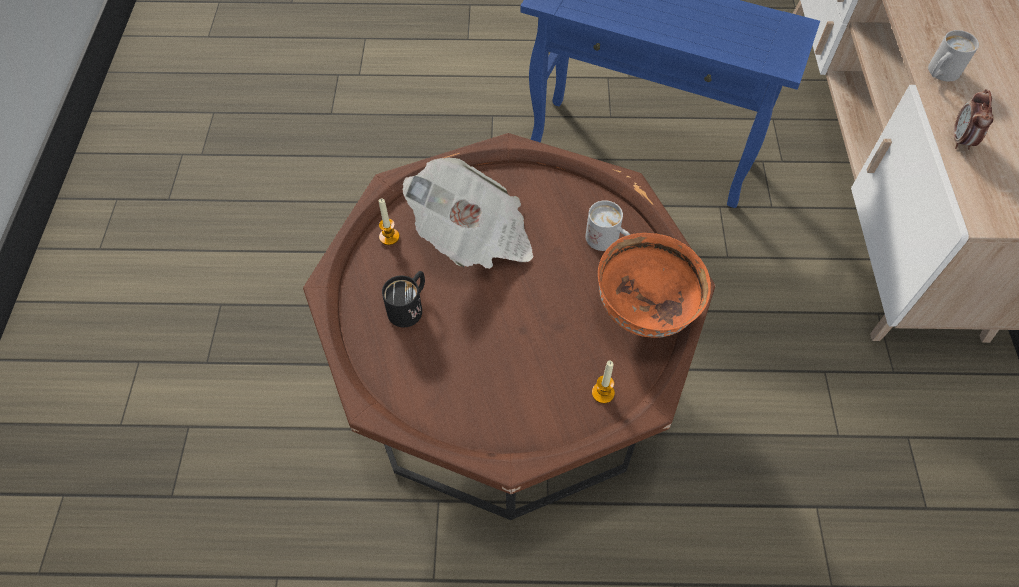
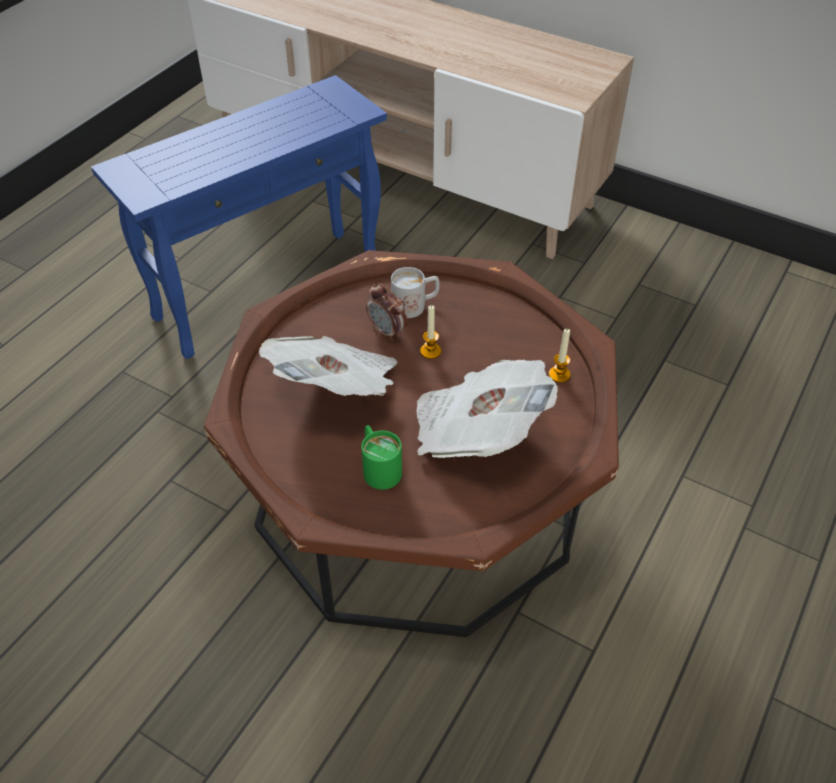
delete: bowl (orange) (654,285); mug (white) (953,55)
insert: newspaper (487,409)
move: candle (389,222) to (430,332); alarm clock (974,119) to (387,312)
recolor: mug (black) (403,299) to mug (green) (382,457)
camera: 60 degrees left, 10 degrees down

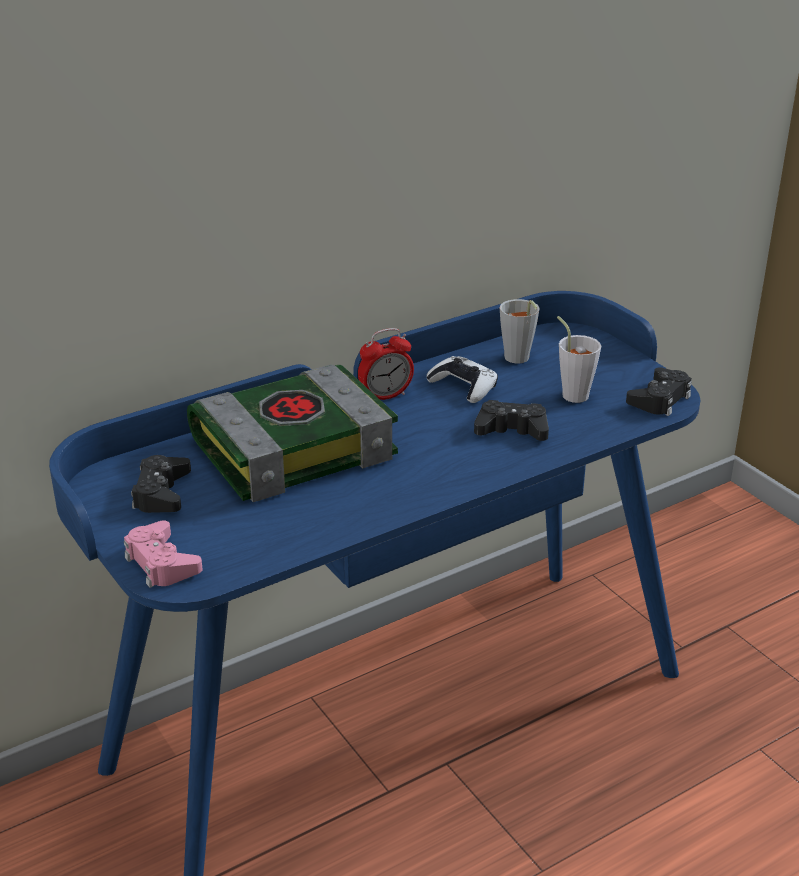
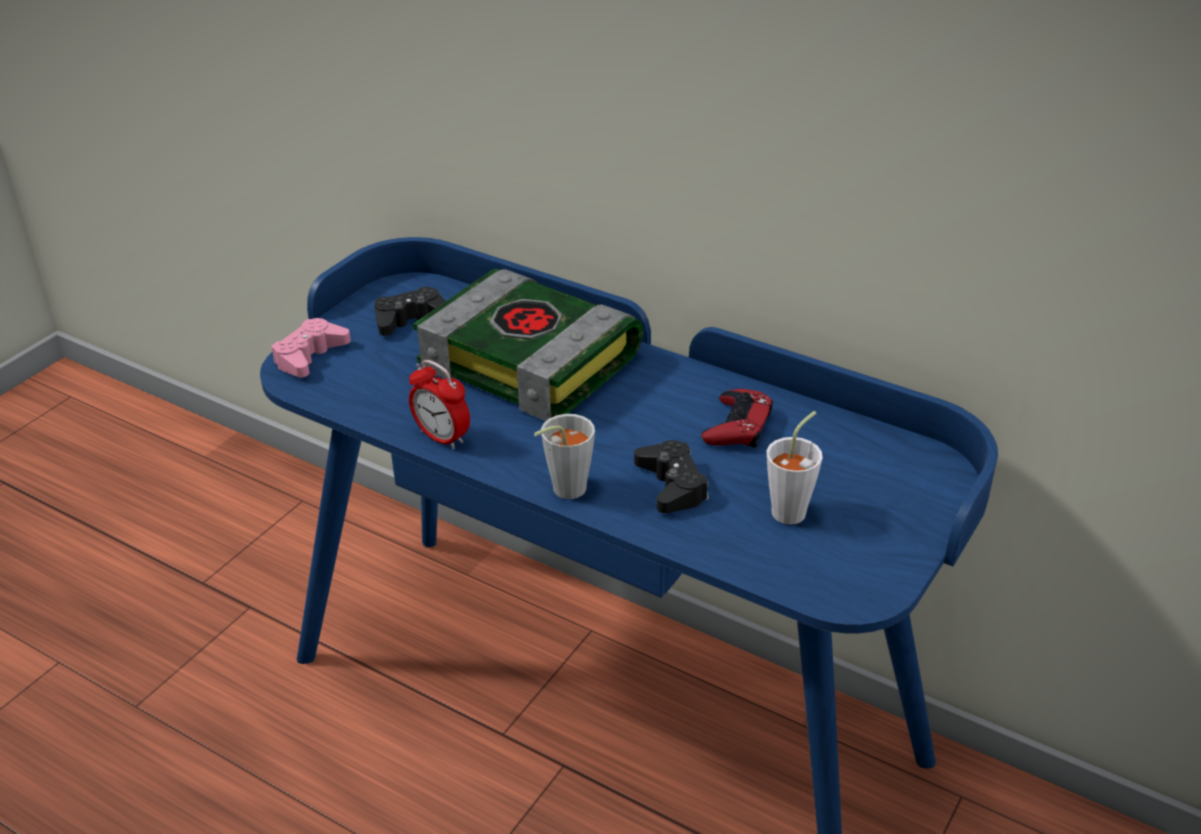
delete: game controller (black) (659,391)
move: alarm clock (386,364) to (439,404); cup (grey) (520,331) to (564,456)
recolor: game controller (white) (462,379) to game controller (red) (737,418)
camera: 65 degrees right, 5 degrees up

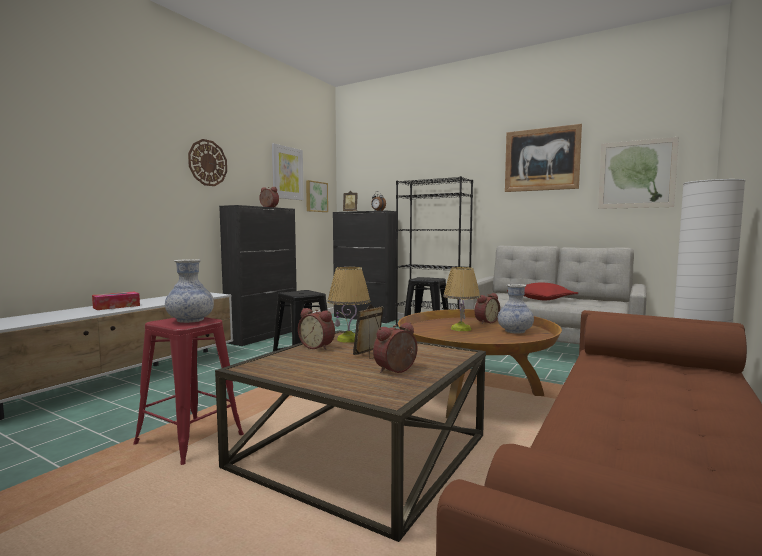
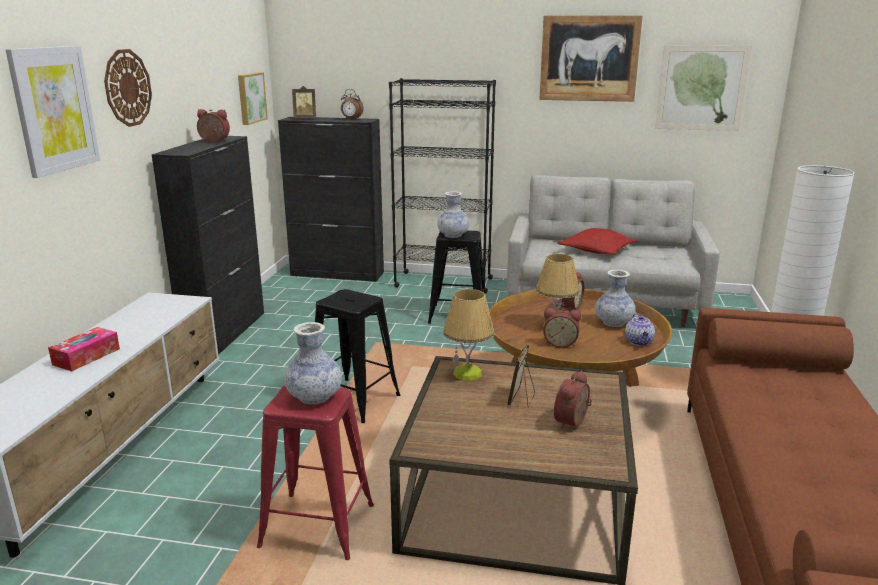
insert: vase (453,214); teapot (640,329)
move: picture (288,171) to (53,112); alarm clock (316,329) to (562,328)
camera: 20 degrees left, 15 degrees up

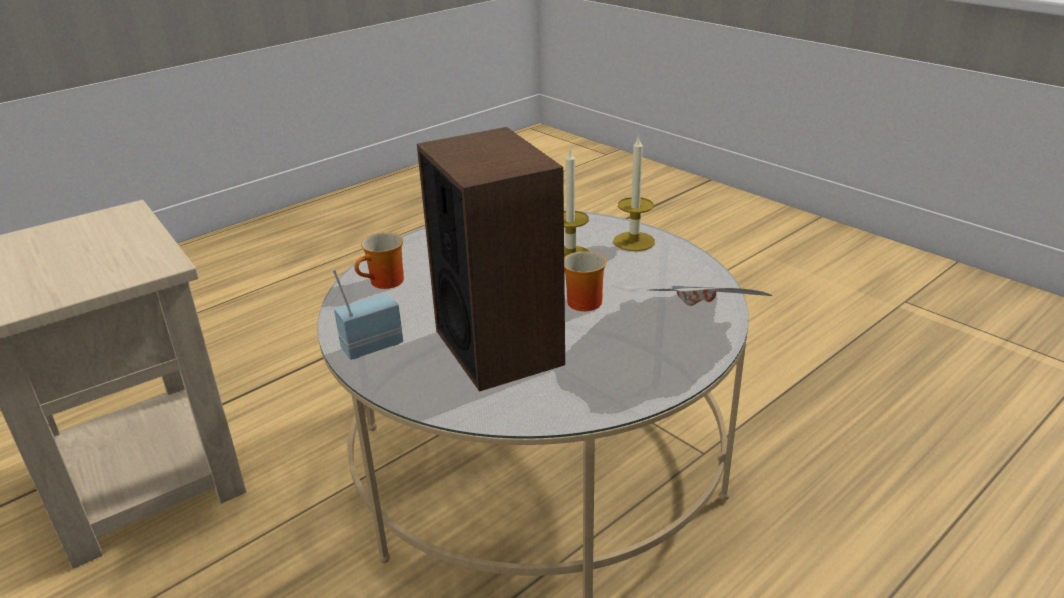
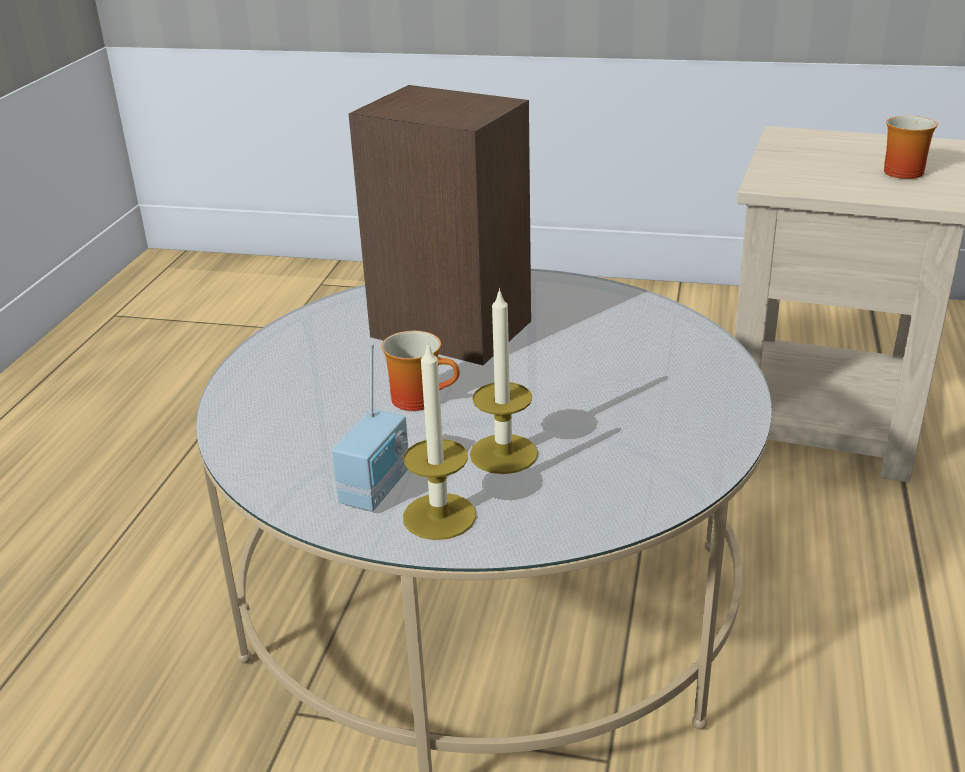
delete: newspaper (693,295)
move: radio (367,314) to (370,427); mug (379,260) to (911,147)
camera: 145 degrees right, 0 degrees up

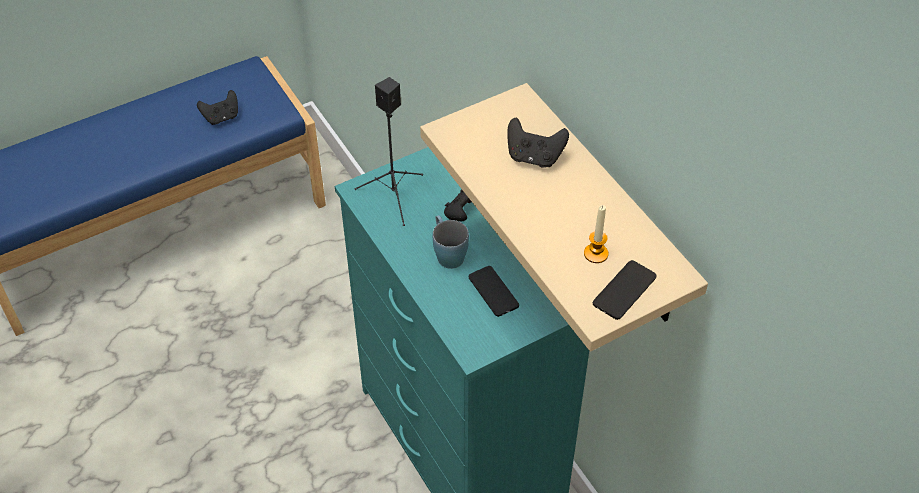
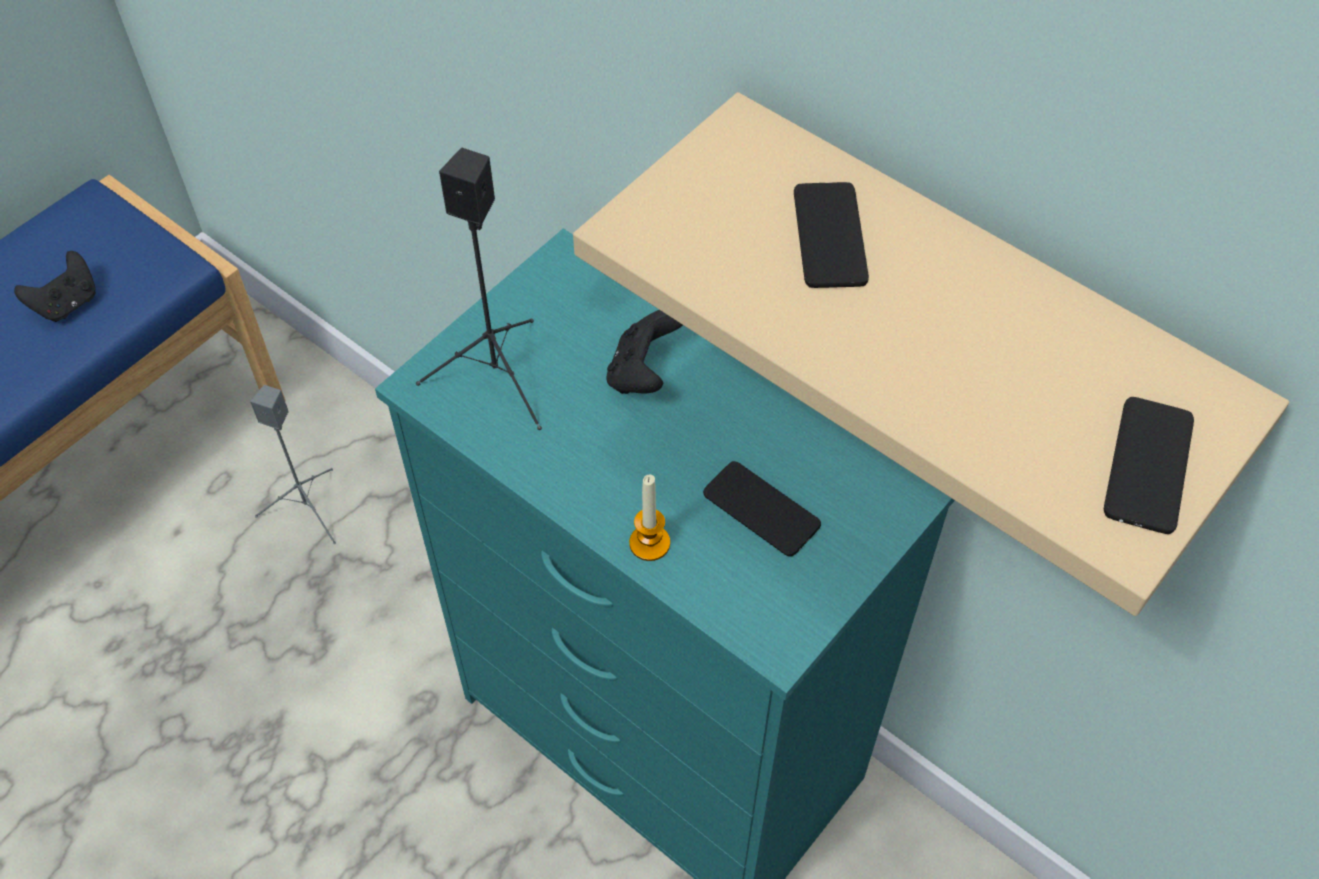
delete: mug (blue) (451,242)
insert: speaker (grey) (293,464)
move: candle (596,234) to (649,517)
replace: game controller (black) (538,142) to phone (831,235)
camera: 20 degrees left, 5 degrees up

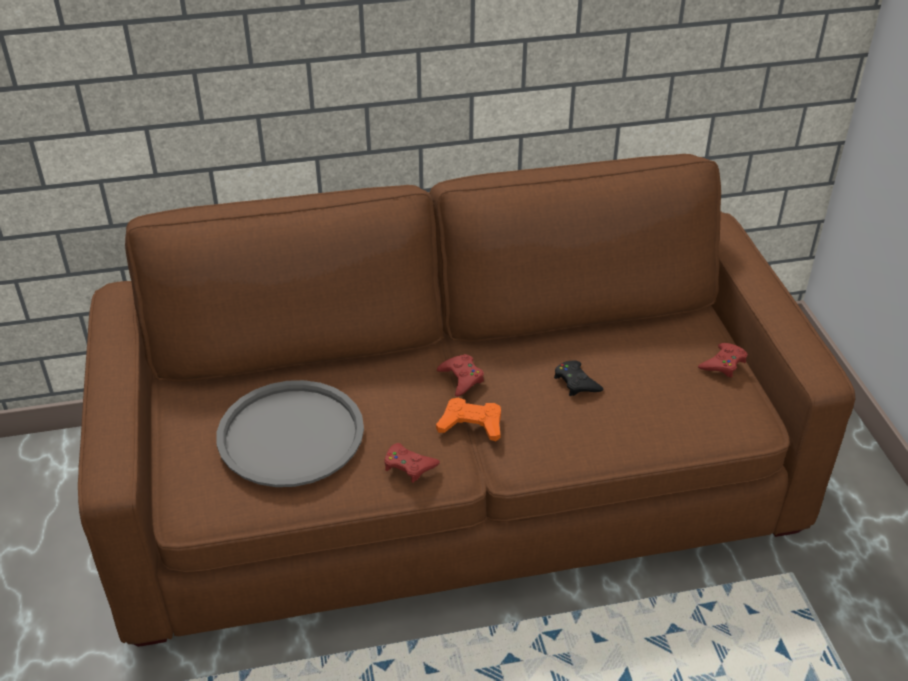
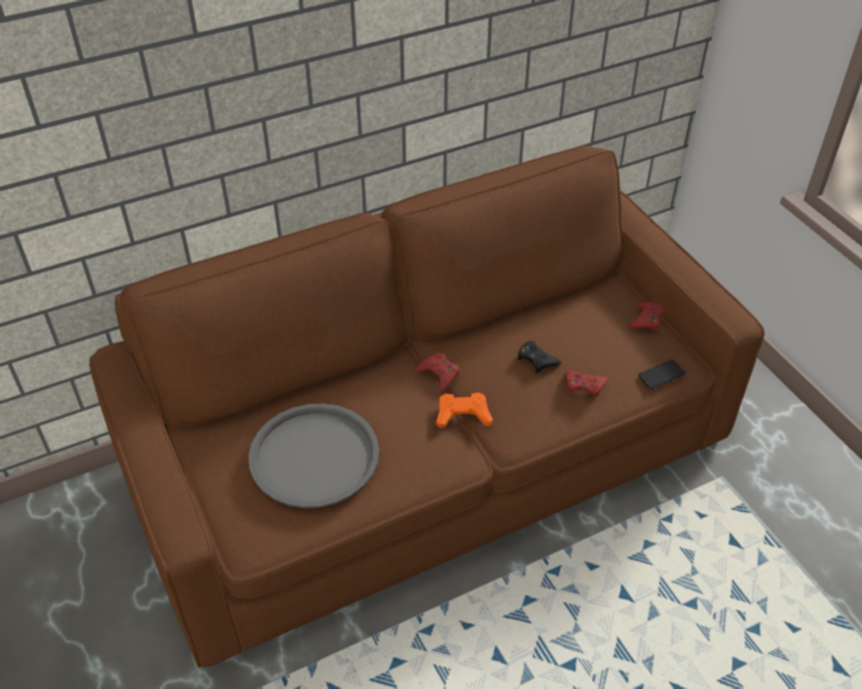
insert: phone (662,374)
move: game controller (red) (412,463) to (586,384)
camera: 15 degrees left, 5 degrees up

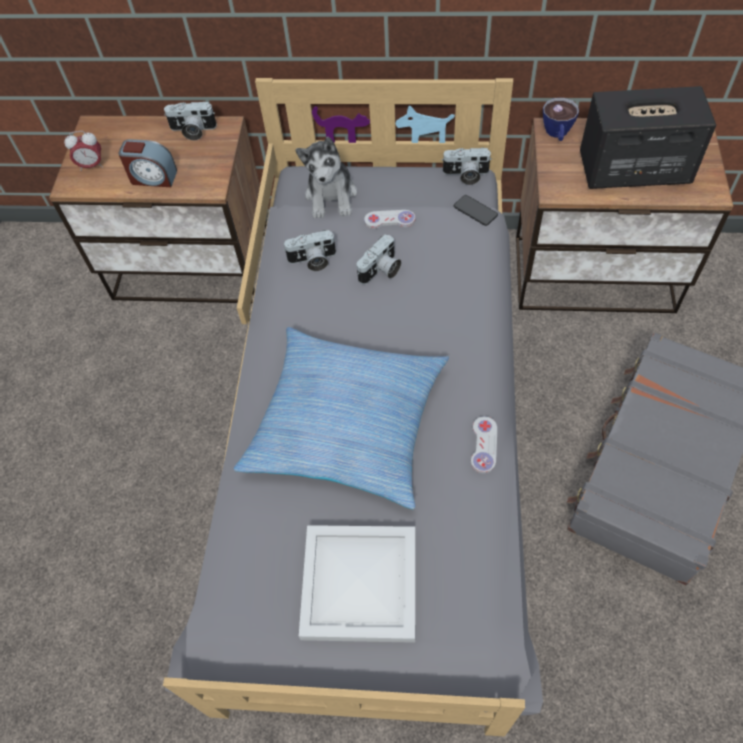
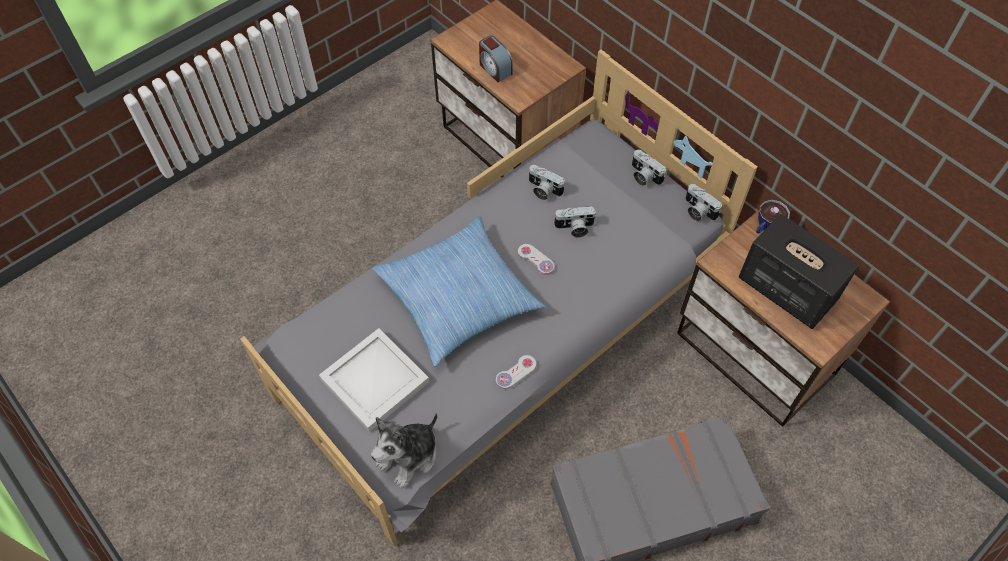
delete: alarm clock (83,151); phone (476,210)
move: photo camera (190,120) to (649,168); plush toy (326,178) to (404,450); game controller (white) (389,219) to (536,259)
camera: 40 degrees right, 0 degrees up

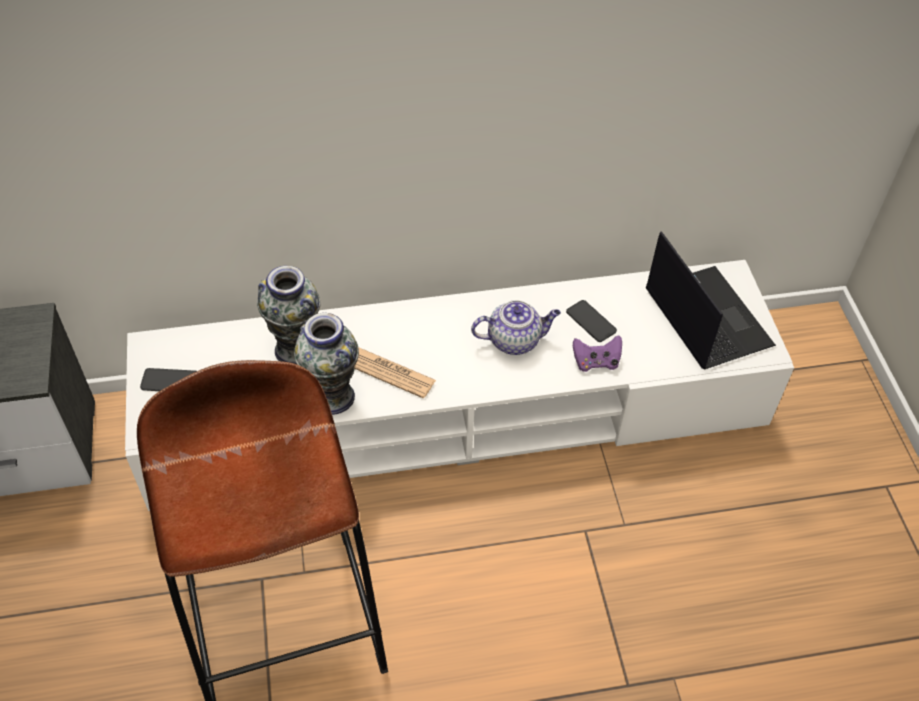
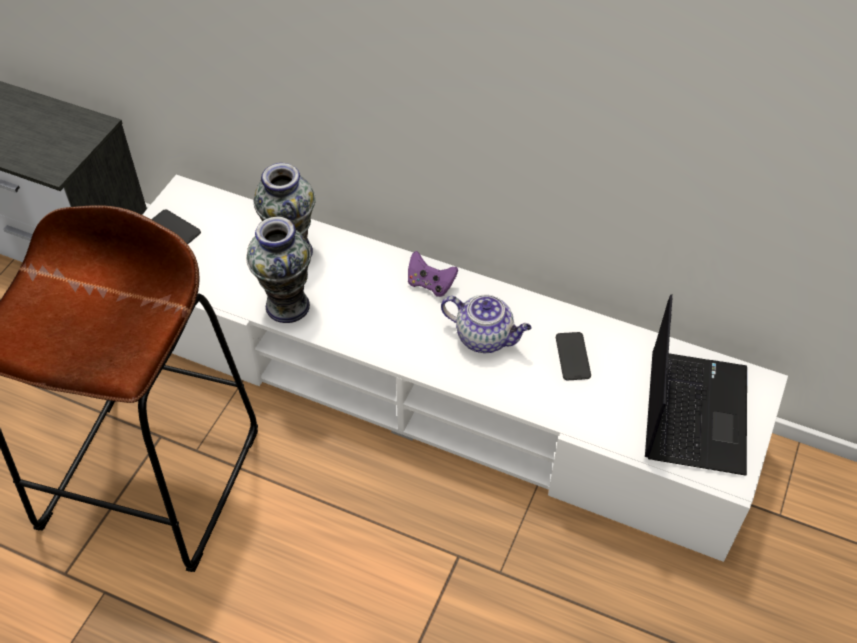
delete: newspaper (395,373)
move: game controller (purple) (597,353) to (433,274)
camera: 35 degrees right, 0 degrees up

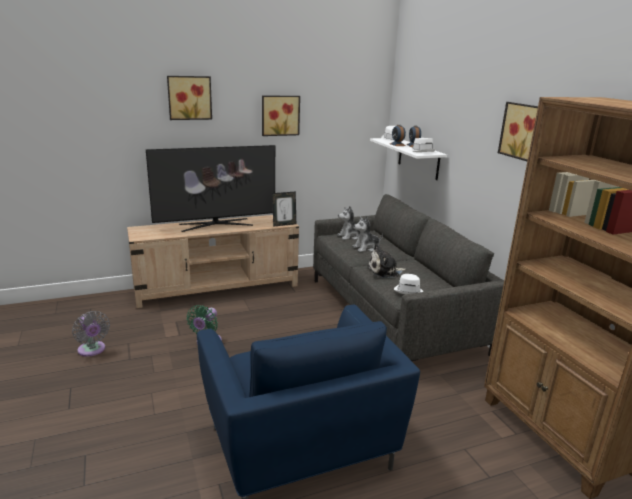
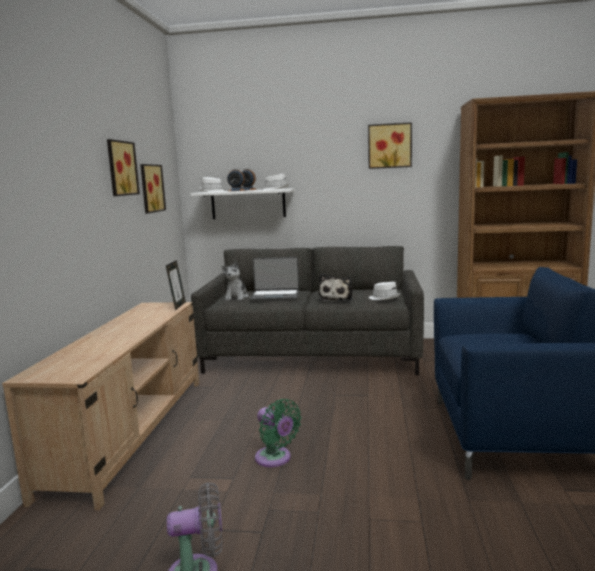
delete: television (210,188)
move: picture (189,98) to (153,189)
replace: plush toy (367,234) to laptop (274,279)
camera: 60 degrees left, 10 degrees down

